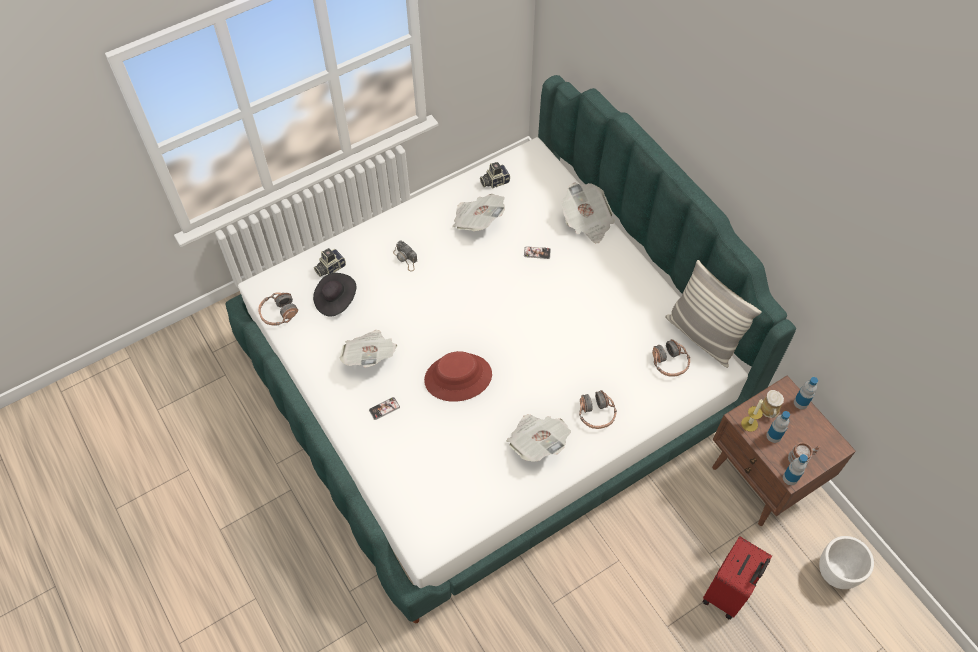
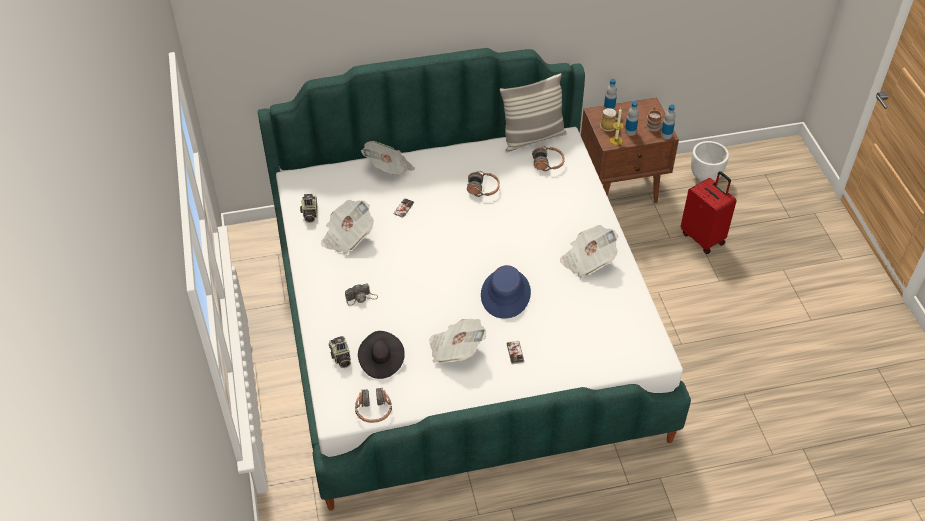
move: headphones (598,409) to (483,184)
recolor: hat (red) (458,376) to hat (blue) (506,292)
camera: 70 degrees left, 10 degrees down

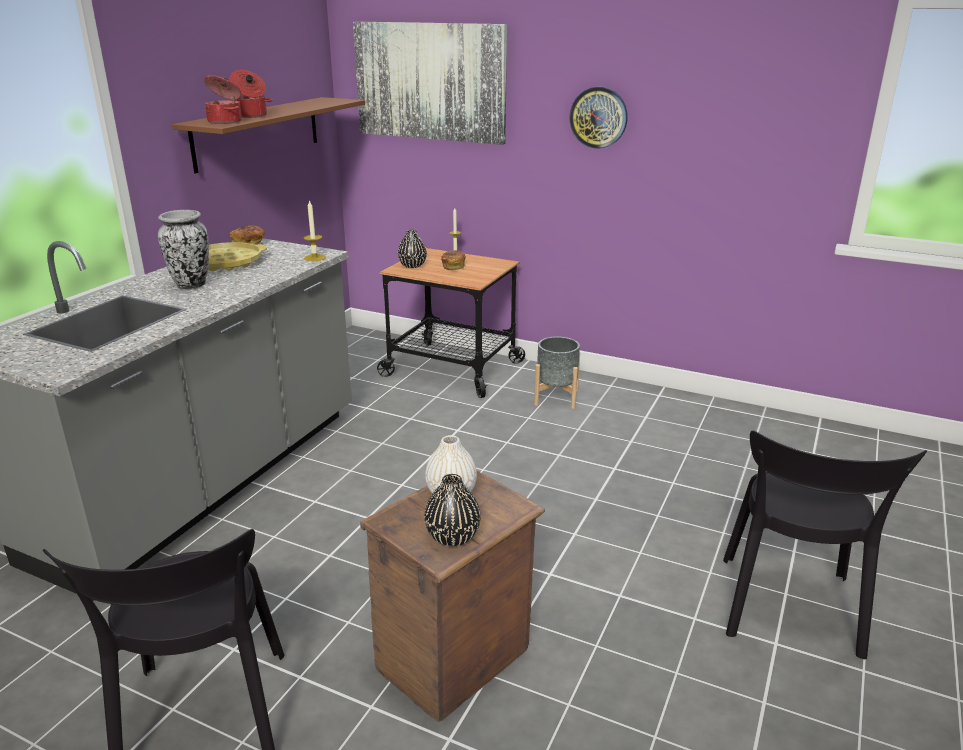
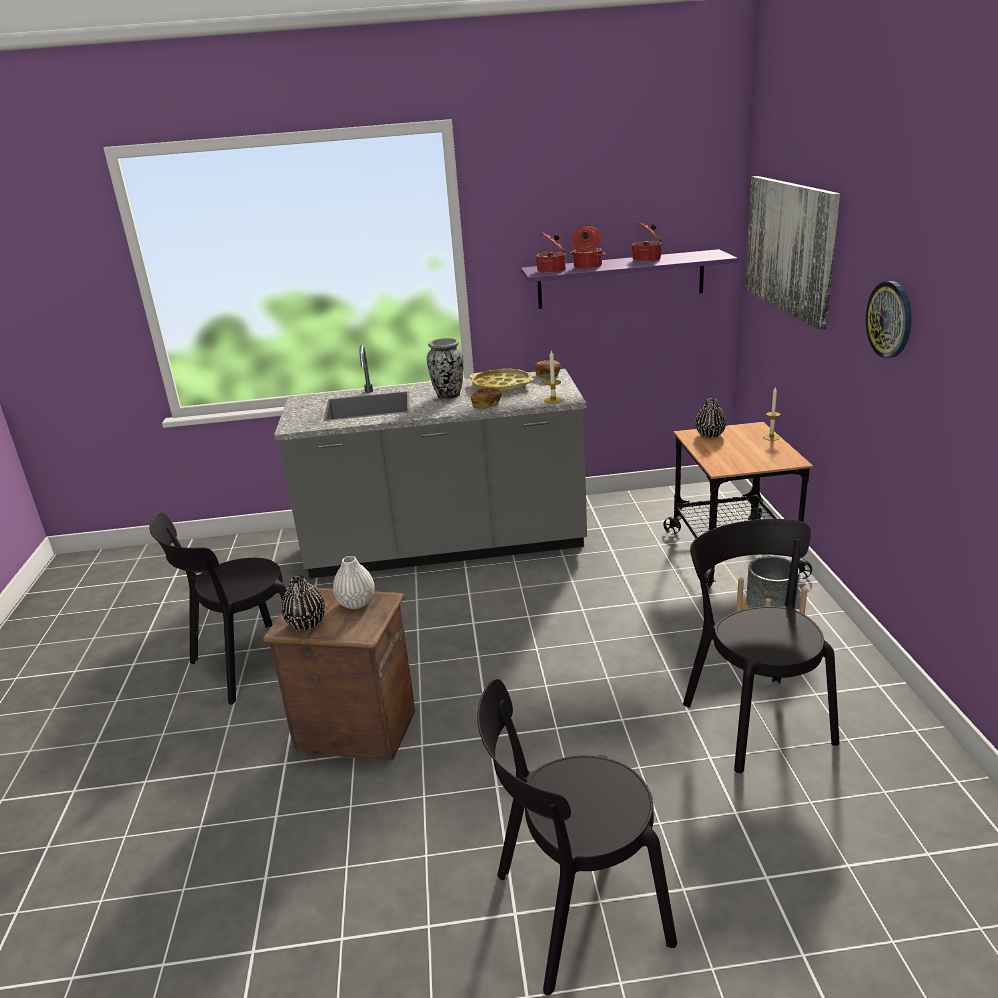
insert: cooking pot (646,242); chair (black) (761,646)
move: bread (453,260) to (486,398)
recolor: shelf (brown) (268,135) to shelf (purple) (629,279)
camera: 60 degrees right, 0 degrees up

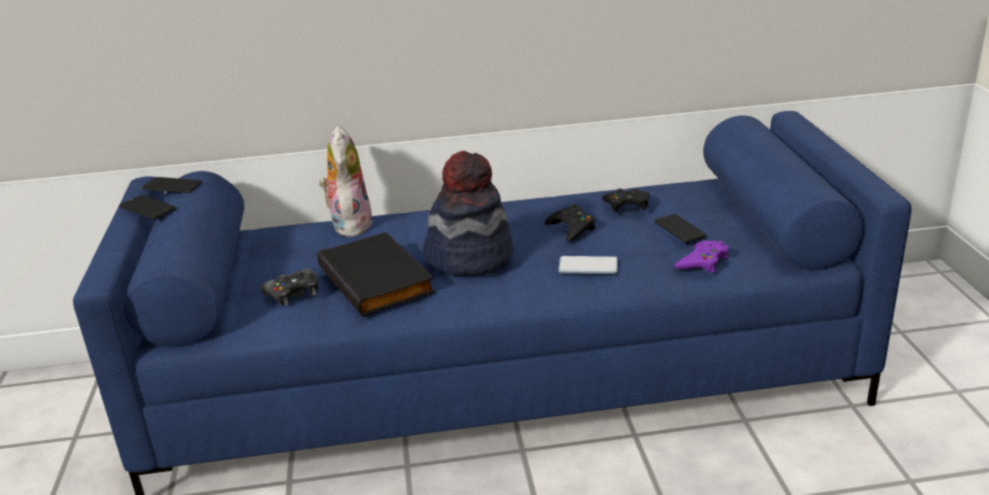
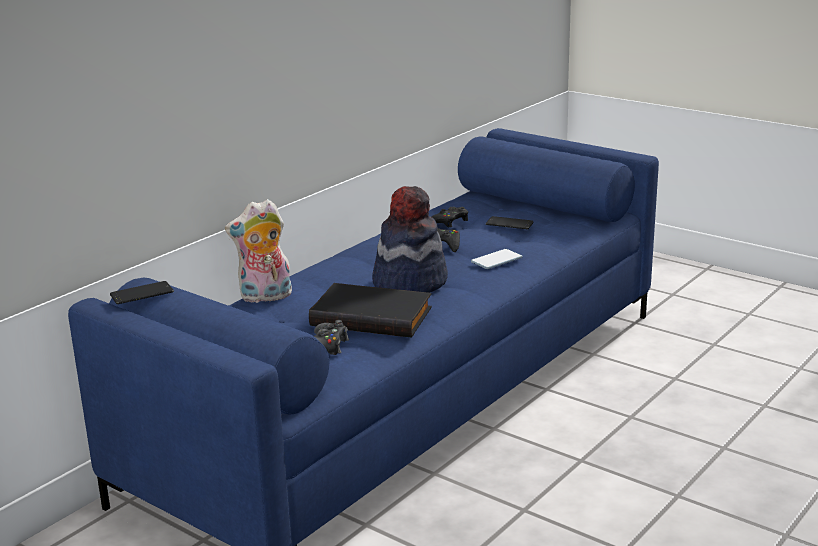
delete: phone (147,207); game controller (purple) (701,257)
rotate: plush toy (346,181) = (258,251) 60 degrees counterclockwise
camera: 45 degrees left, 5 degrees down

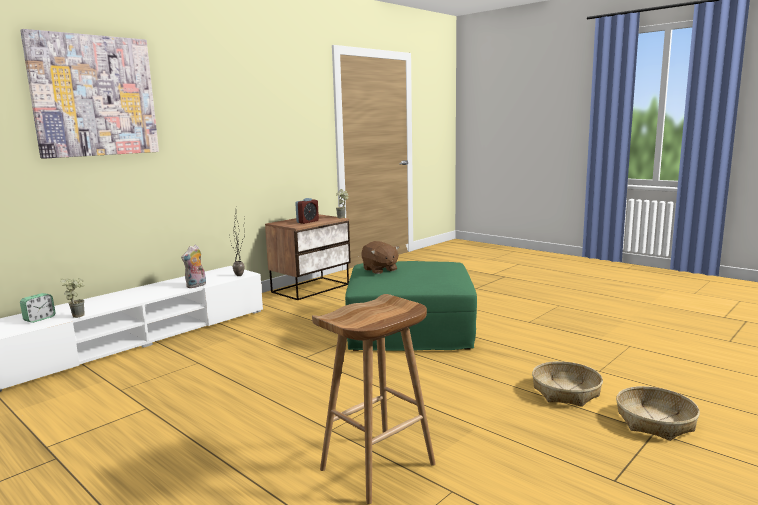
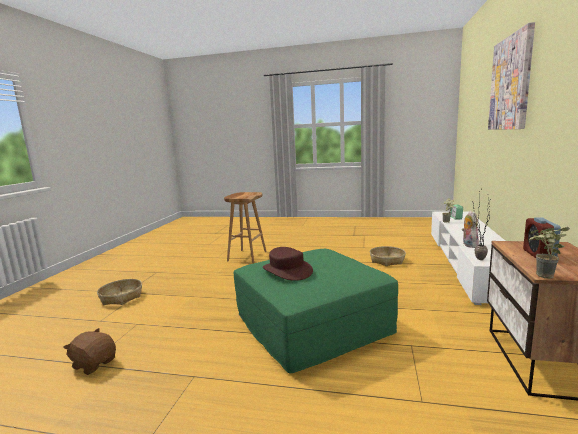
insert: hat (brown) (288,264)
move: plush toy (brown) (380,257) to (89,351); basket (567,384) to (388,256)
camera: 150 degrees right, 0 degrees up

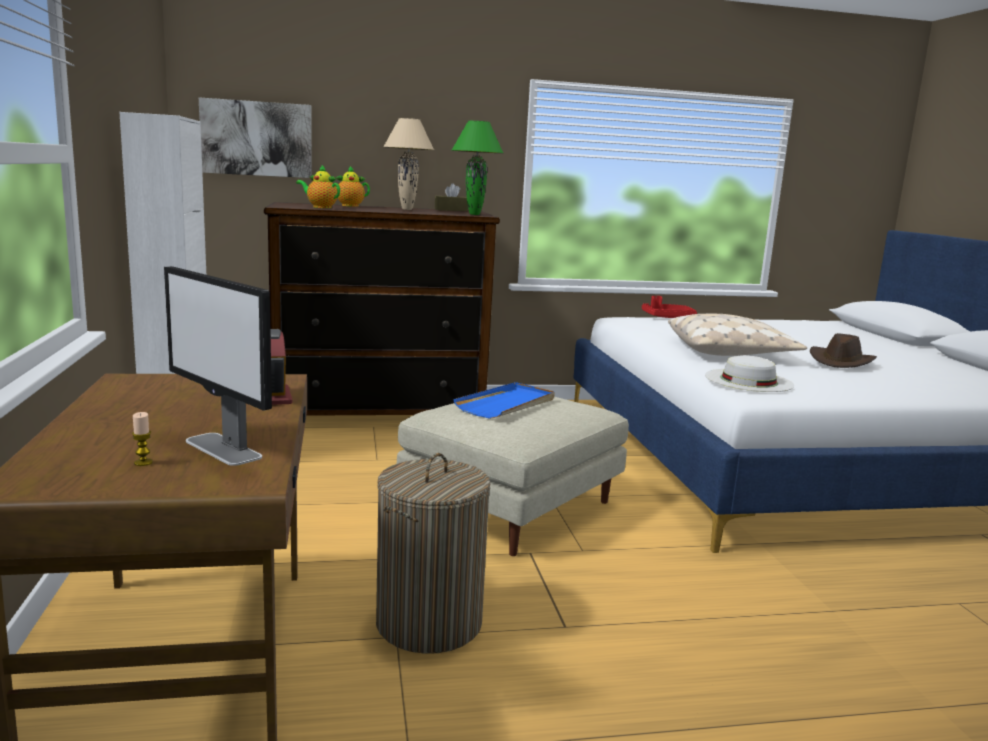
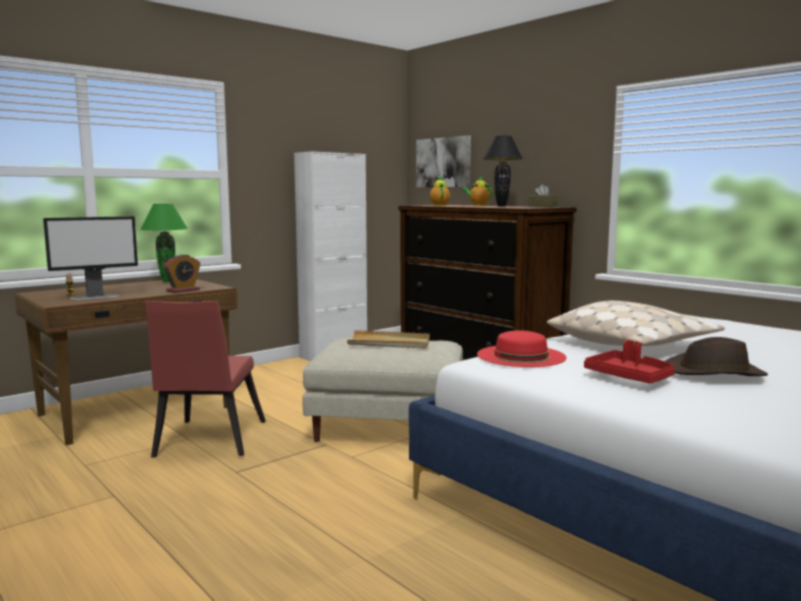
move: table lamp (green) (477,168) to (164,243); tray (red) (669,307) to (629,361)
replace: laundry basket (433,553) to chair (red) (205,379)
recolor: table lamp (beige) (408,164) to table lamp (black) (503,171); tray (blue) (504,400) to tray (beige) (388,339); hat (white) (749,373) to hat (red) (522,348)
rotate: monitor (218,366) = (90,258) 135 degrees counterclockwise
camera: 60 degrees right, 5 degrees down

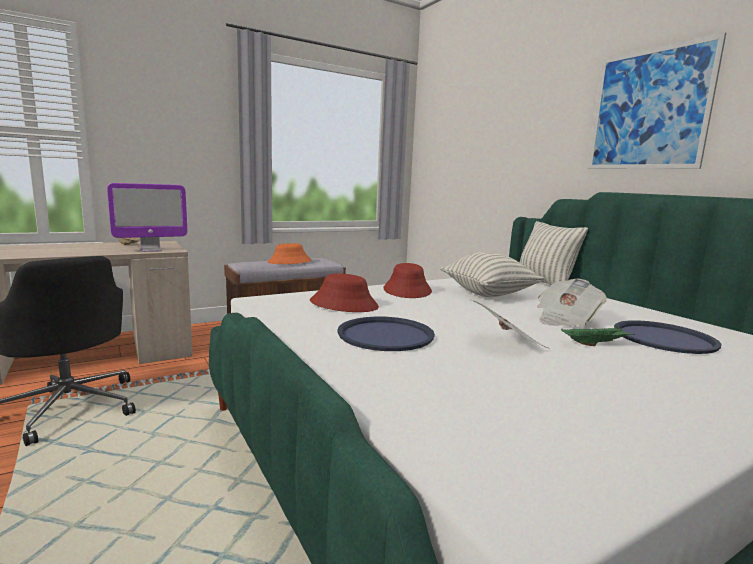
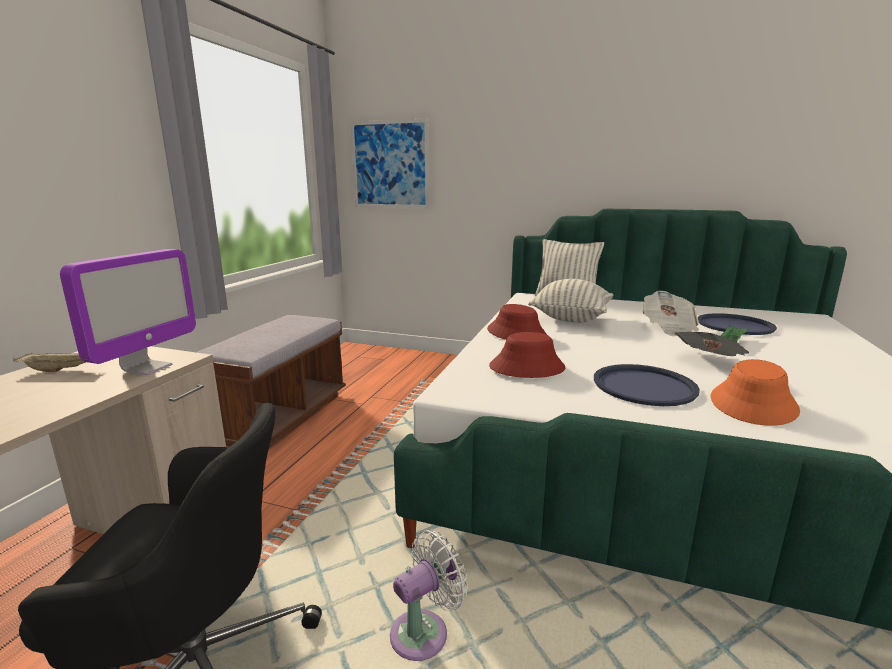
insert: fan (white) (429,595)
move: hat (orange) (289,253) to (755,392); picture (657,101) to (390,163)
camera: 40 degrees left, 5 degrees up

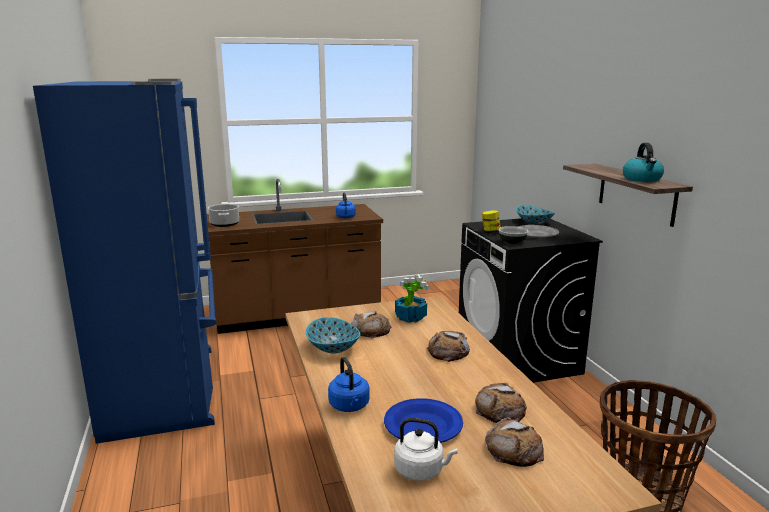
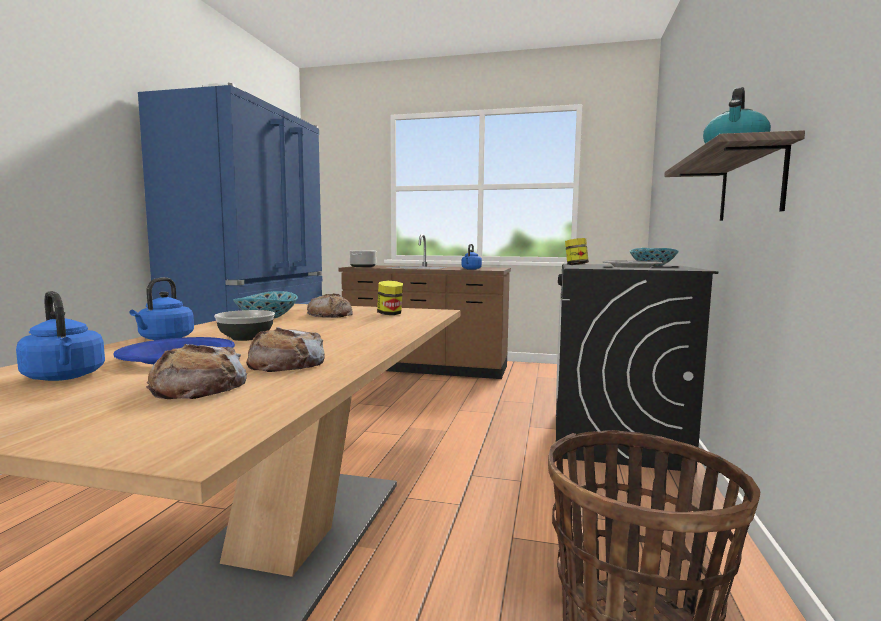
delete: bread (448,346)
move: bowl (513,235) to (244,325)
replace: potted plant (412,298) to jar (390,298)
recolor: kettle (white) (426,449) to kettle (blue) (60,336)
camera: 30 degrees right, 10 degrees down

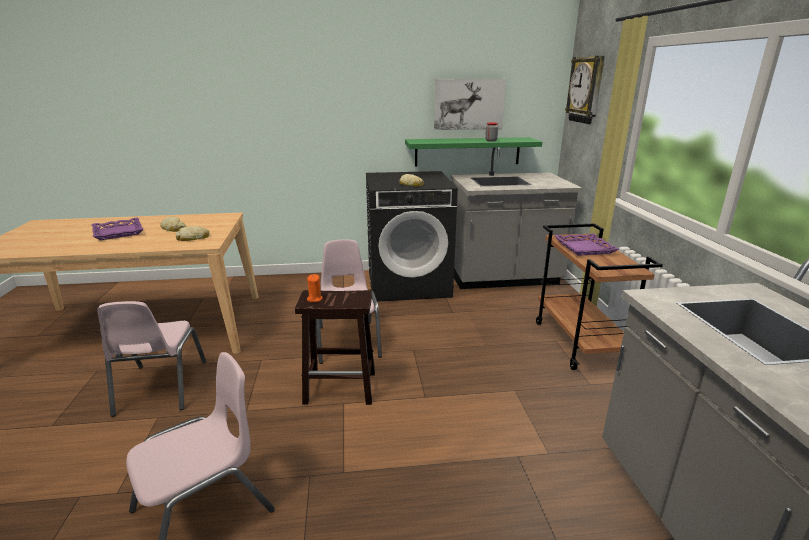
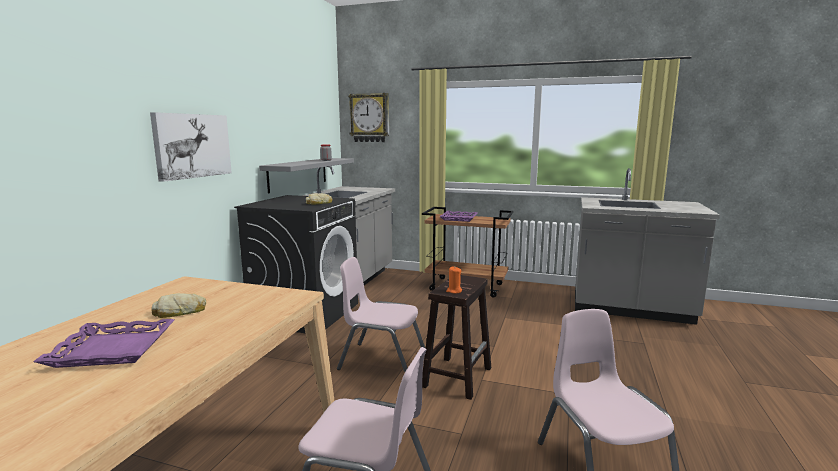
delete: bread (192,233)
move: picture (470,104) to (191,147)
recolor: shelf (green) (473,152) to shelf (grey) (306,175)
camera: 65 degrees left, 10 degrees down

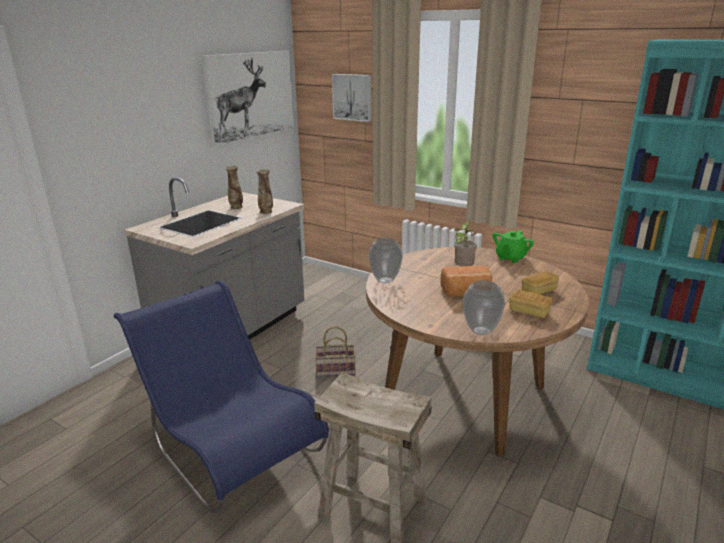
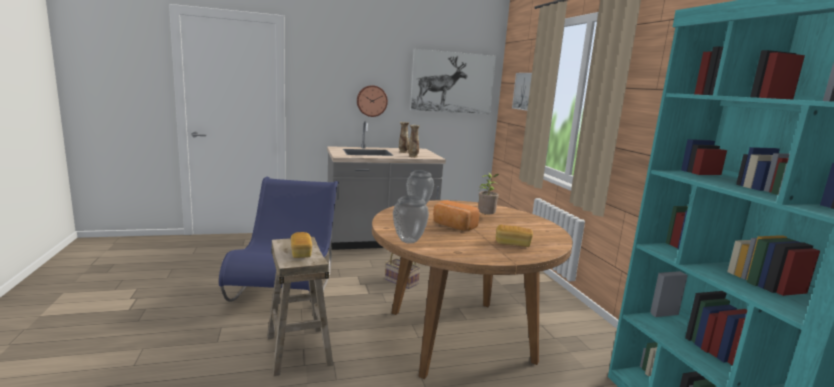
delete: teapot (green) (513,246)
insert: wall clock (372,101)
move: bread (530,304) to (301,245)
camera: 40 degrees right, 10 degrees down

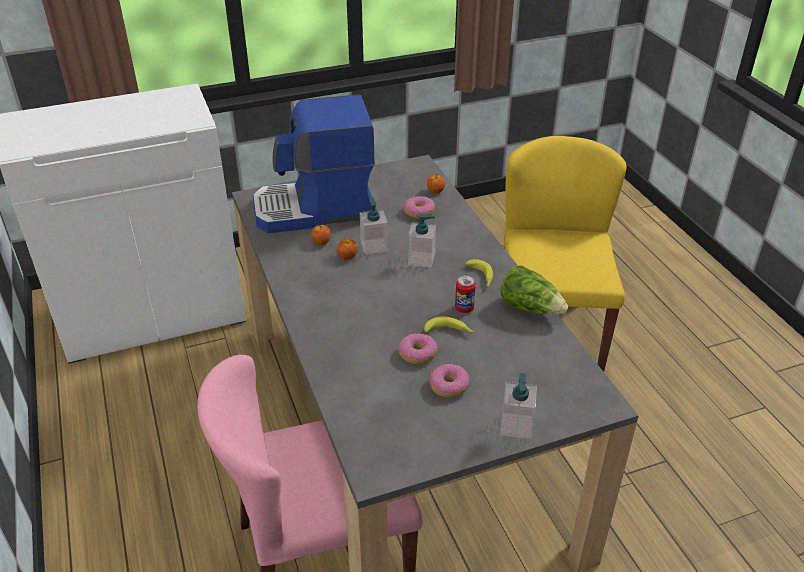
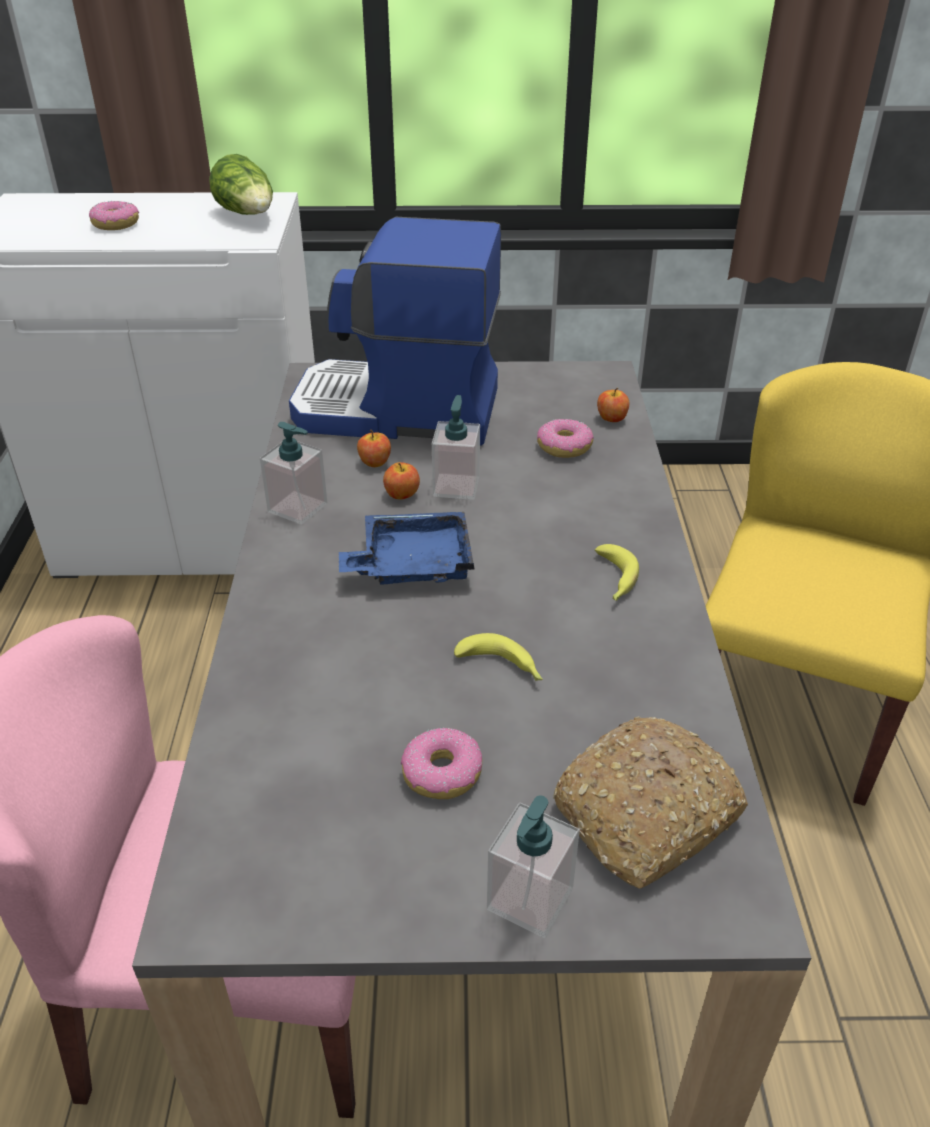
delete: can (465,294)
insert: tray (blue) (406,548); bread (650,802)
move: donut (418,349) to (114,215); soap dispenser (422,241) to (293,473); lettuce (534,290) to (241,184)
camera: 20 degrees right, 0 degrees up

